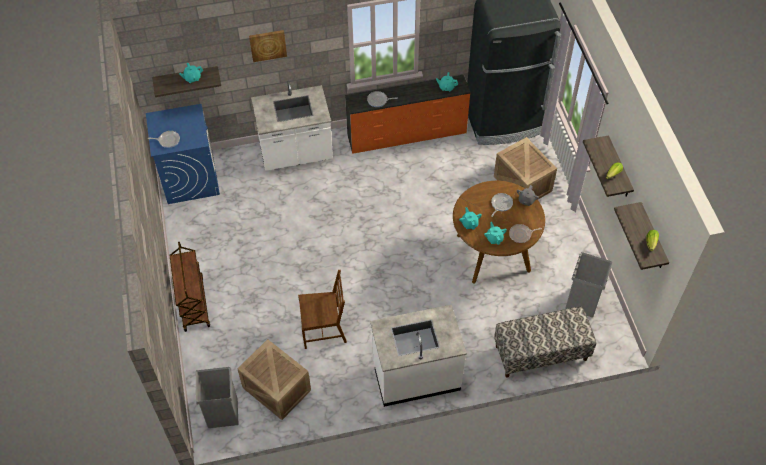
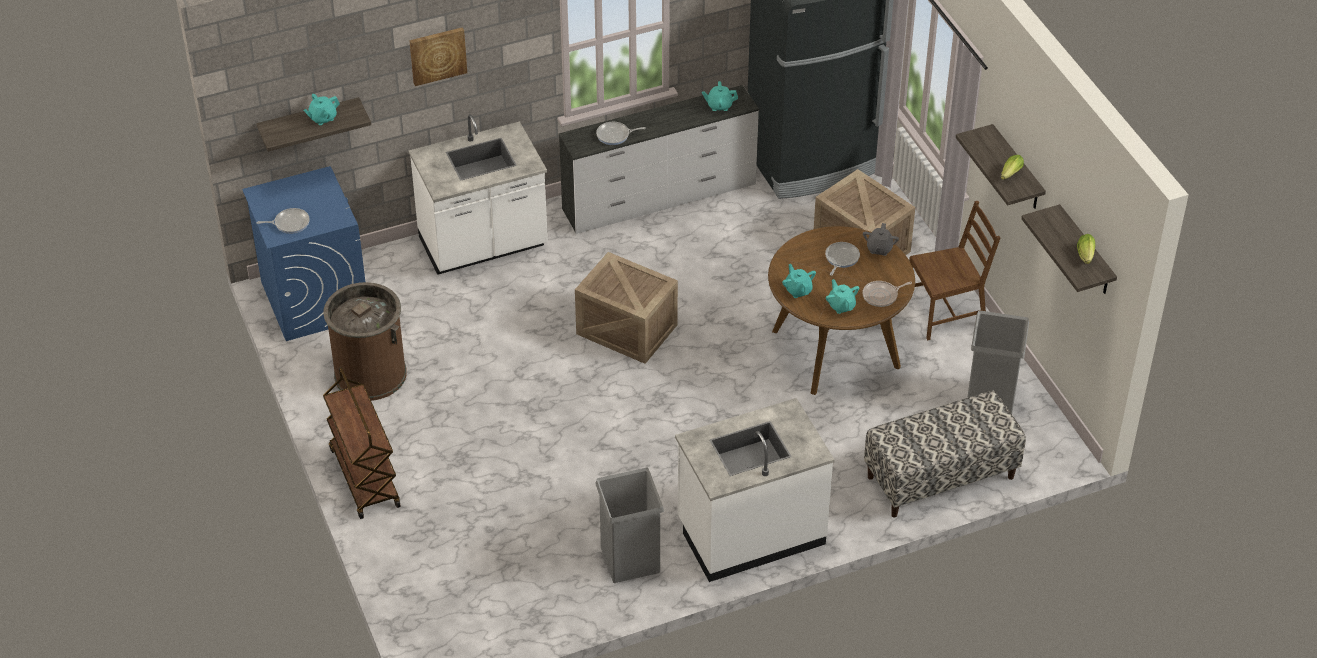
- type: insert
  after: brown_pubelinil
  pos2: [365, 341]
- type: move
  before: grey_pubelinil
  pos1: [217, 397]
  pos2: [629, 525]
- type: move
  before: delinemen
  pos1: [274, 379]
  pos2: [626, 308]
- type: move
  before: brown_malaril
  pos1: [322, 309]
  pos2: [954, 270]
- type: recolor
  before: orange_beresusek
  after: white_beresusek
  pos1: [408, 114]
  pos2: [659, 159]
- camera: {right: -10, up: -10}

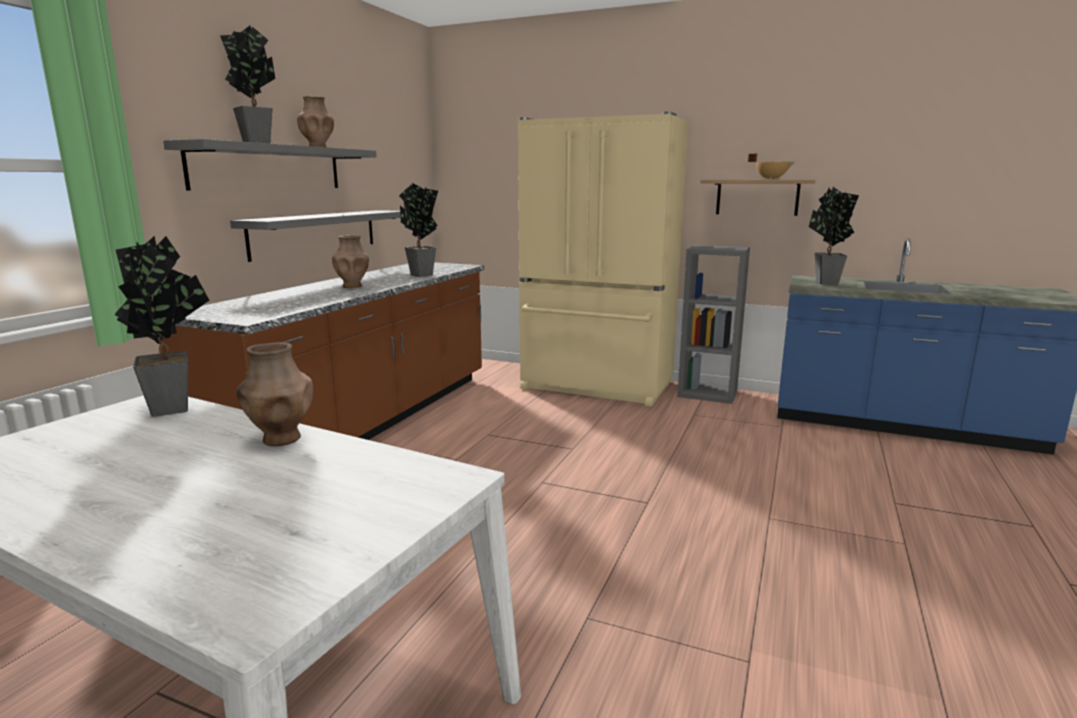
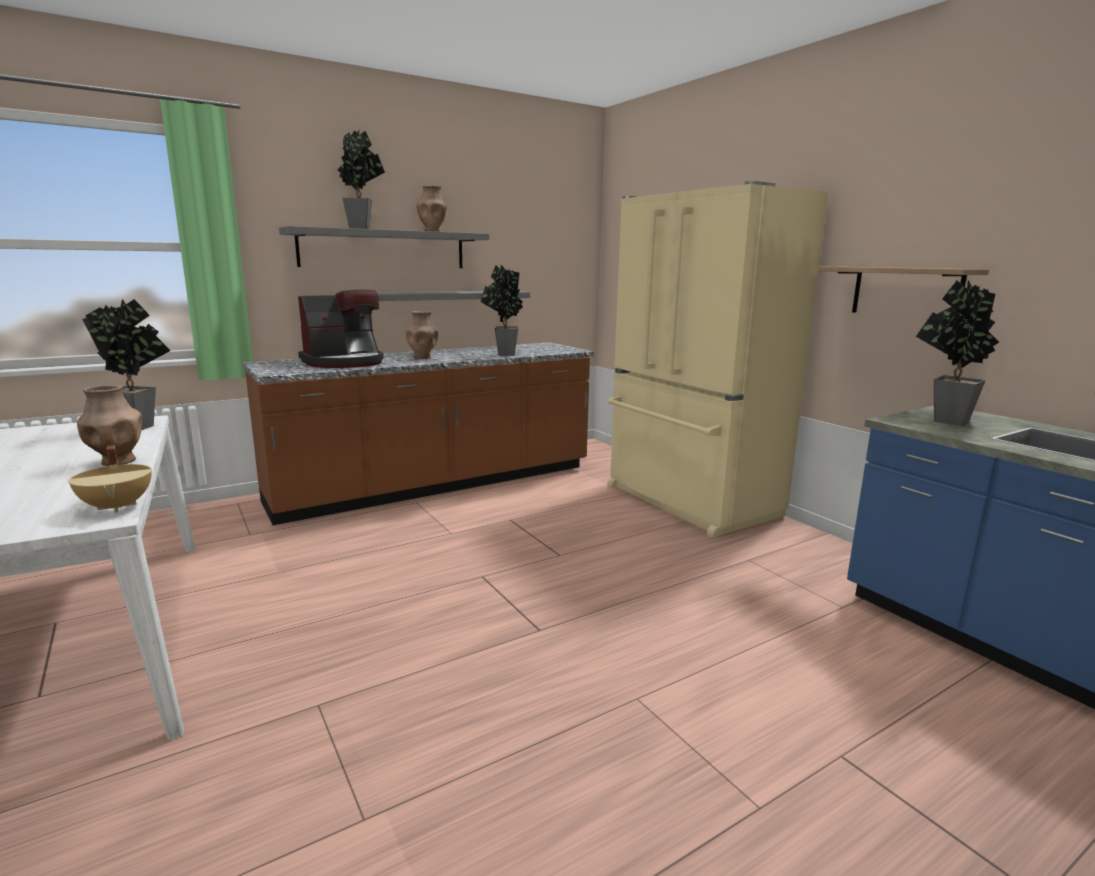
- type: delete
  before: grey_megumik
  pos1: [713, 324]
- type: insert
  after: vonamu
  pos2: [341, 329]
- type: move
  before: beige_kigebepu
  pos1: [771, 167]
  pos2: [110, 478]
- camera: {right: 35, up: 0}

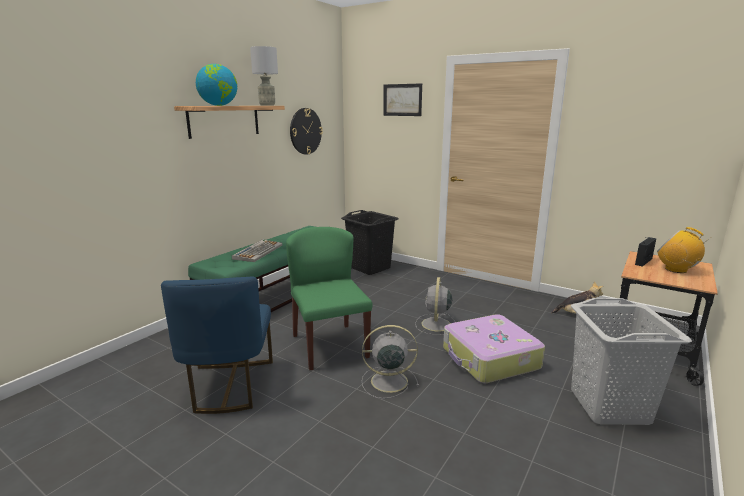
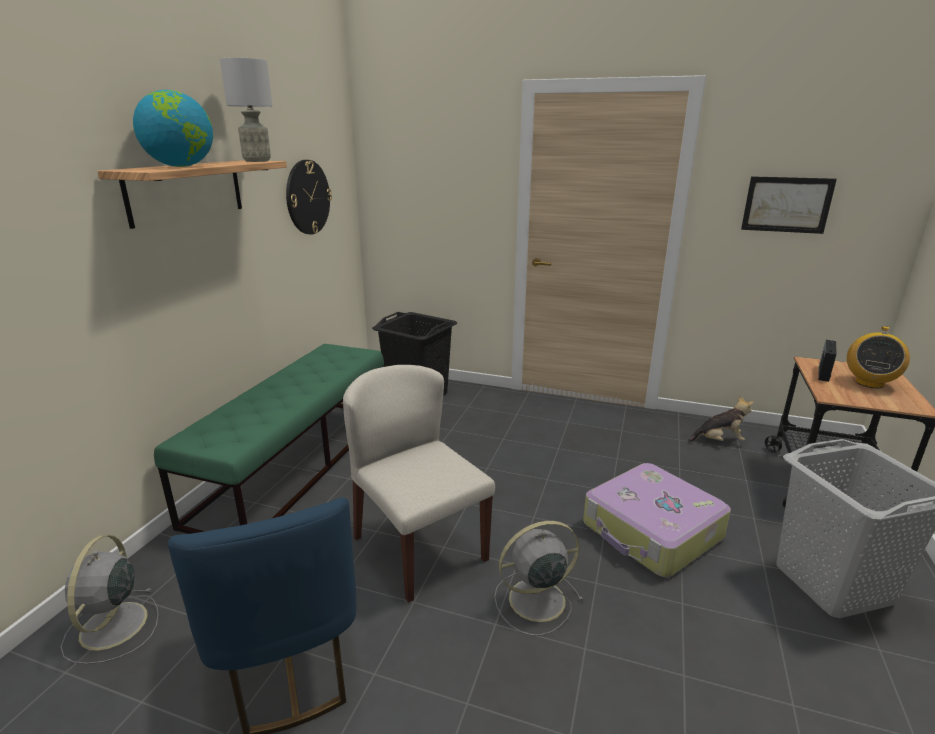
- type: delete
  before: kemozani
  pos1: [257, 250]
- type: move
  before: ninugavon
  pos1: [402, 99]
  pos2: [789, 205]
- type: move
  before: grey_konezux
  pos1: [435, 306]
  pos2: [110, 599]
- type: recolor
  before: green_malaril
  after: beige_malaril
  pos1: [329, 298]
  pos2: [419, 484]
- type: rotate
  before: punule
  pos1: [683, 250]
  pos2: [878, 357]
  turn: -90
- camera: {right: -15, up: 5}

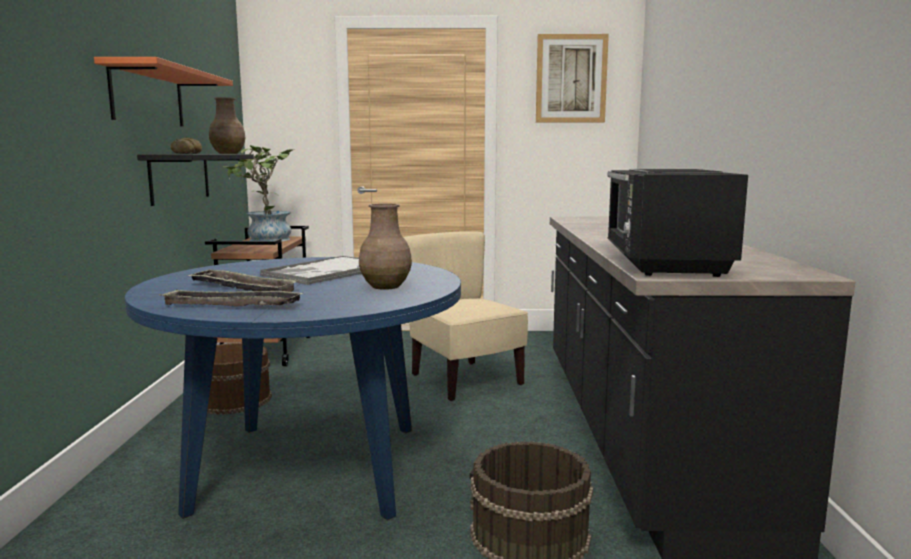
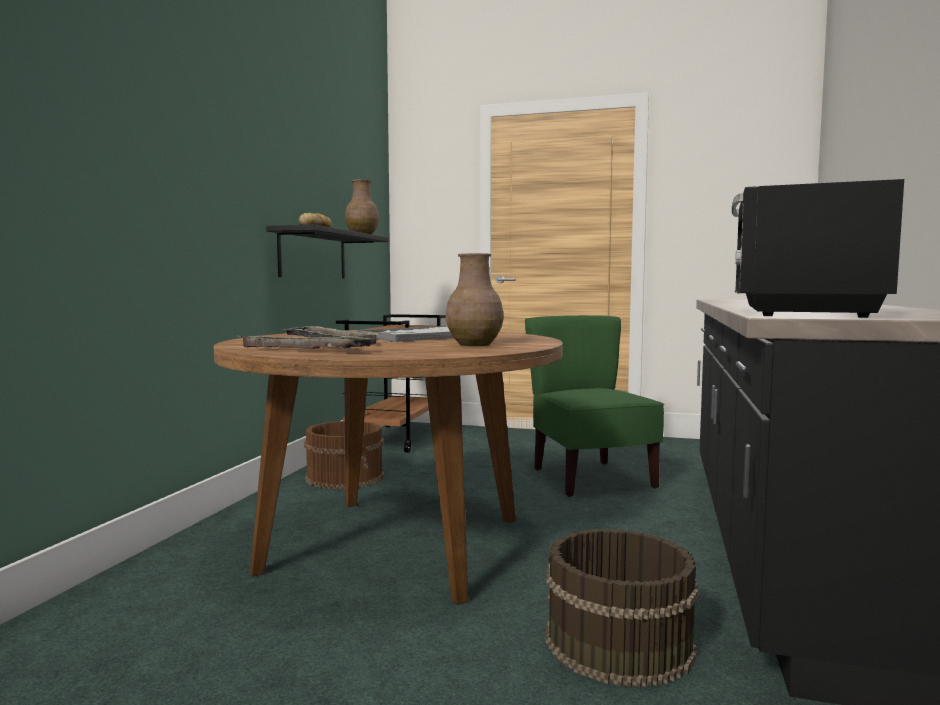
- type: delete
  before: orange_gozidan
  pos1: [163, 91]
- type: delete
  before: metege
  pos1: [259, 193]
- type: delete
  before: ninugavon
  pos1: [572, 78]
- type: recolor
  before: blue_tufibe
  after: brown_tufibe
  pos1: [293, 388]
  pos2: [388, 467]
- type: recolor
  before: beige_malaril
  after: green_malaril
  pos1: [465, 316]
  pos2: [594, 406]
- camera: {right: 15, up: -5}

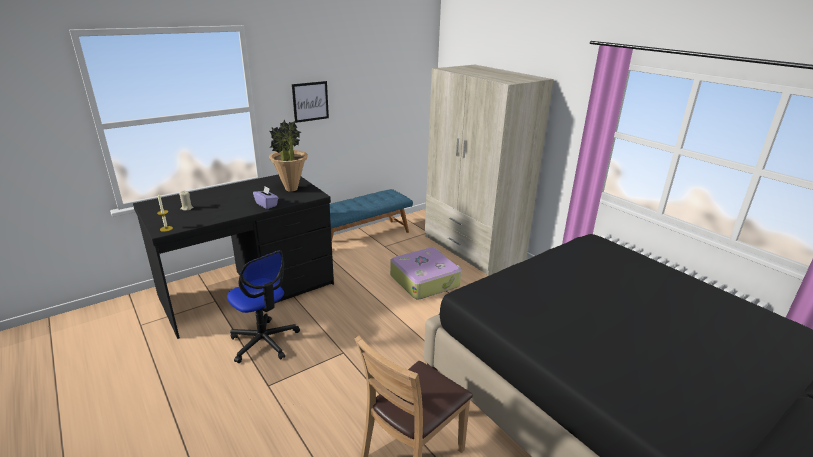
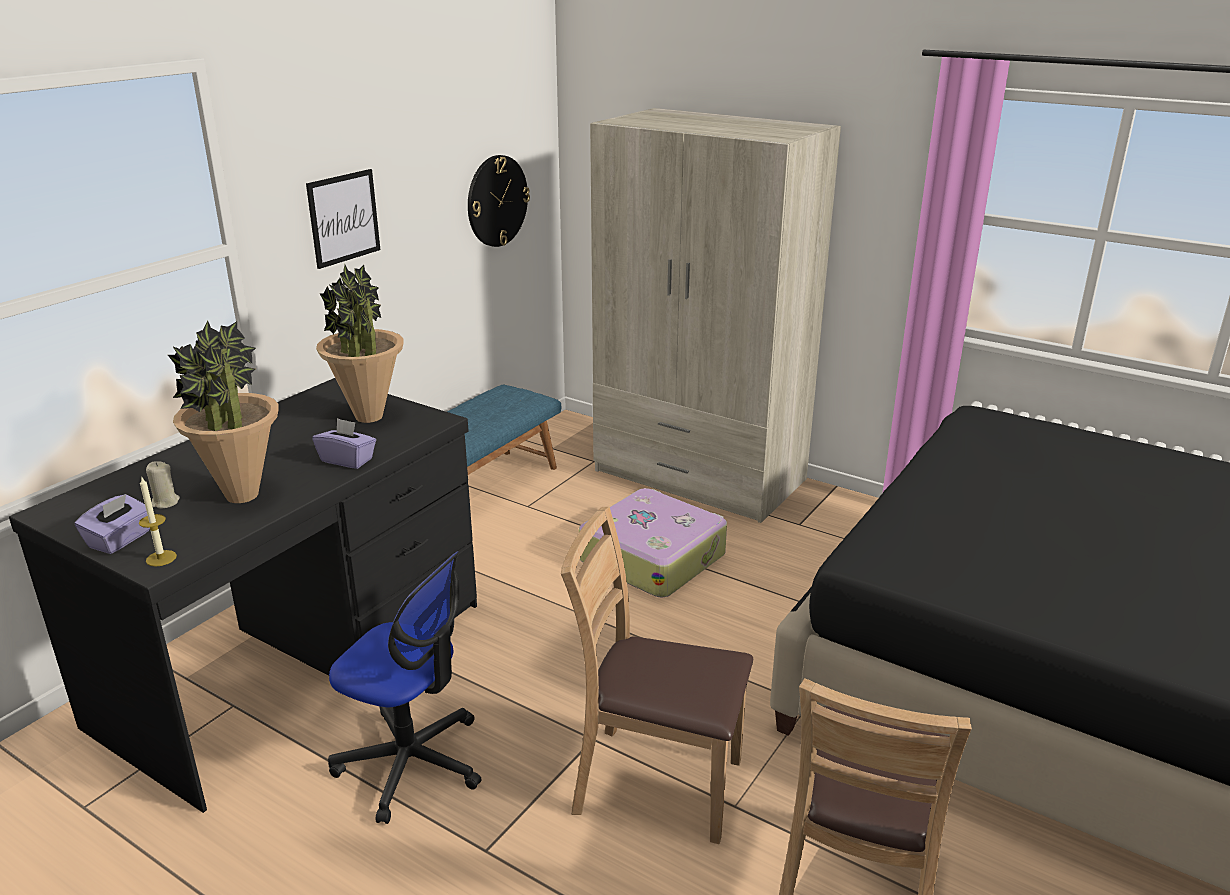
- type: insert
  after: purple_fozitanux
  pos2: [112, 524]
- type: insert
  after: metege
  pos2: [223, 411]
- type: insert
  after: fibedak
  pos2: [499, 201]
- type: insert
  after: brown_malaril
  pos2: [657, 675]
- camera: {right: -20, up: 0}

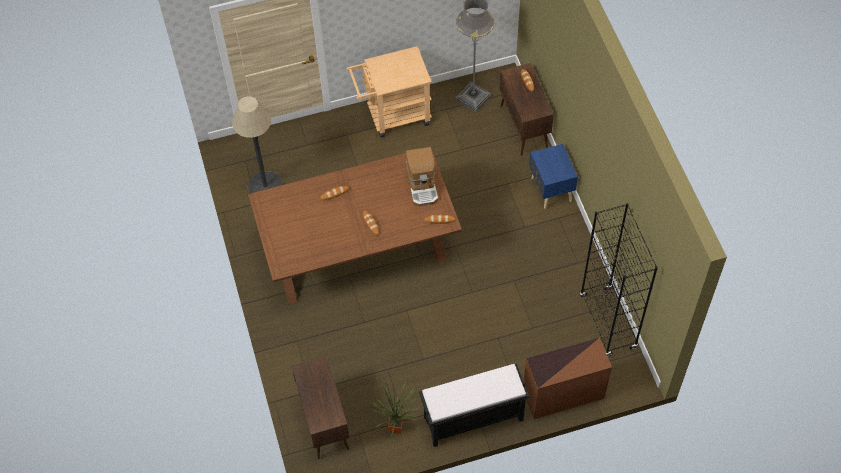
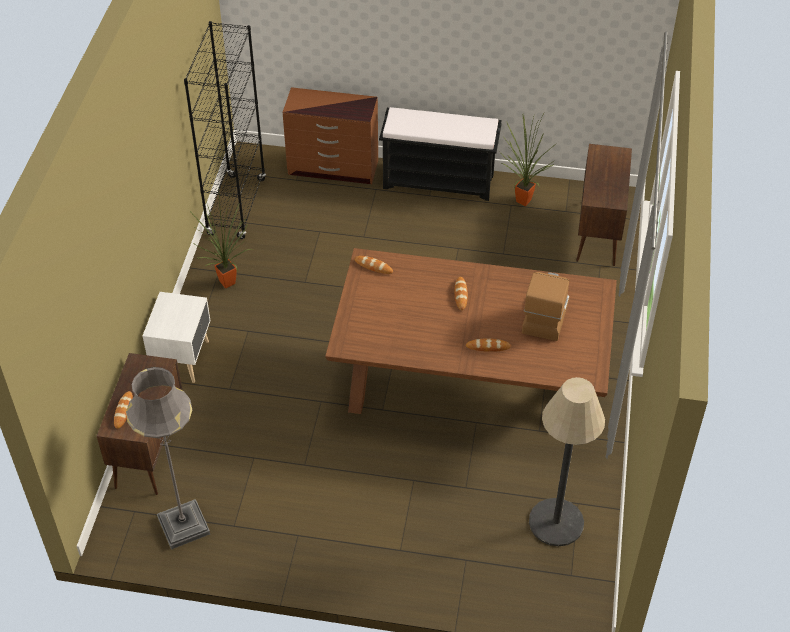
- type: delete
  before: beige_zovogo
  pos1: [389, 91]
- type: insert
  after: metege
  pos2: [220, 241]
- type: move
  before: vonamu
  pos1: [422, 177]
  pos2: [546, 306]
- type: recolor
  before: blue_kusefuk
  after: white_kusefuk
  pos1: [553, 176]
  pos2: [176, 337]
- camera: {right: -155, up: -10}

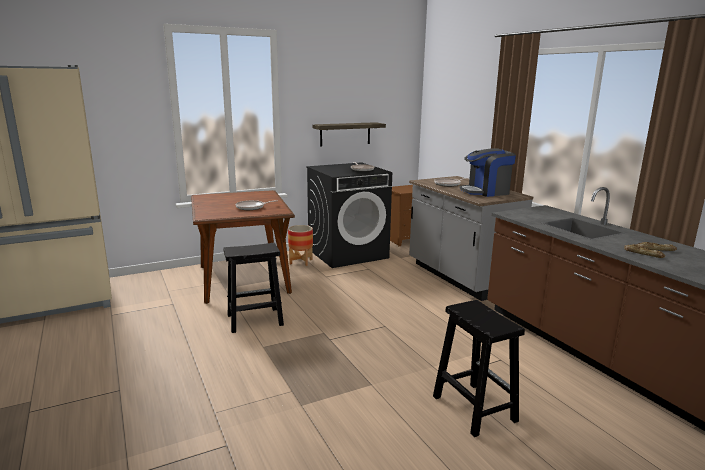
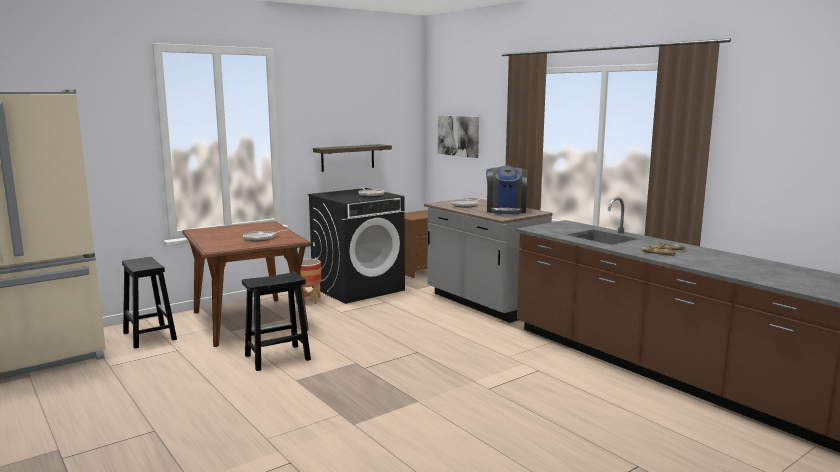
- type: insert
  after: ninugavon
  pos2: [458, 136]
- type: move
  before: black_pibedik
  pos1: [479, 368]
  pos2: [149, 303]
- type: rotate
  before: vonamu
  pos1: [487, 172]
  pos2: [507, 190]
  turn: -60
- camera: {right: -10, up: -5}

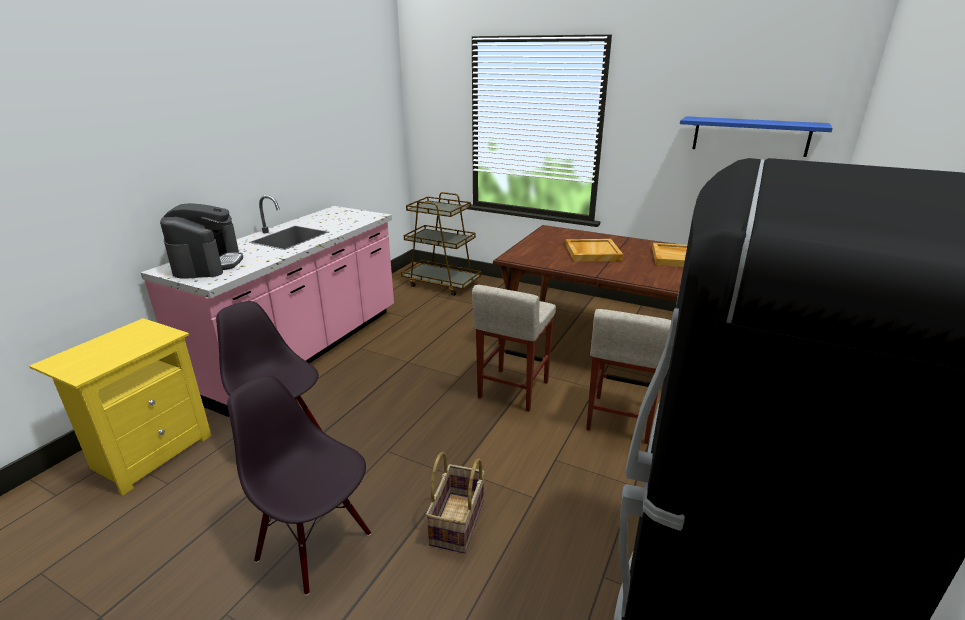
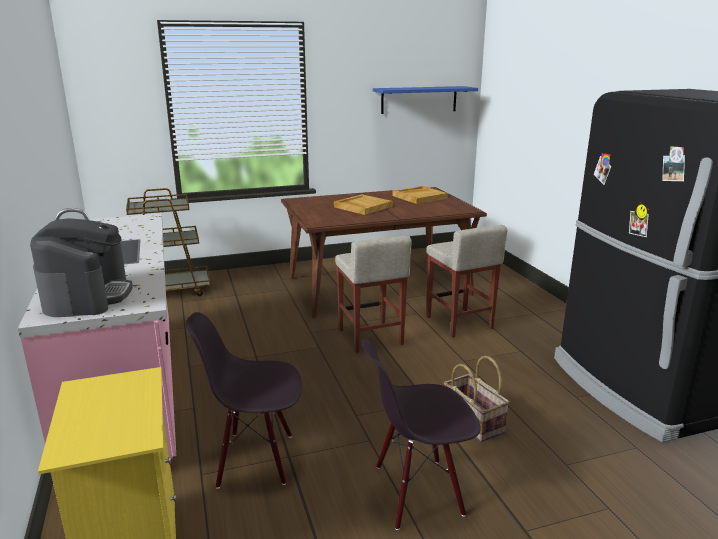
- type: rotate
  before: vonamu
  pos1: [201, 241]
  pos2: [81, 267]
  turn: 45
- camera: {right: -45, up: -5}

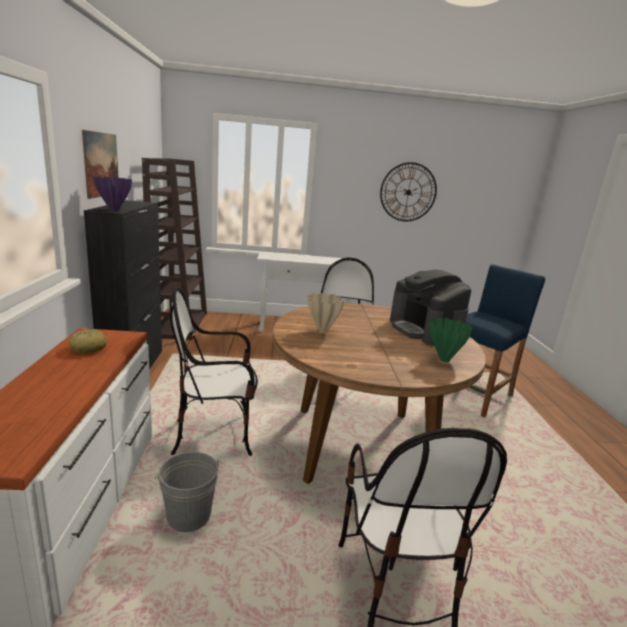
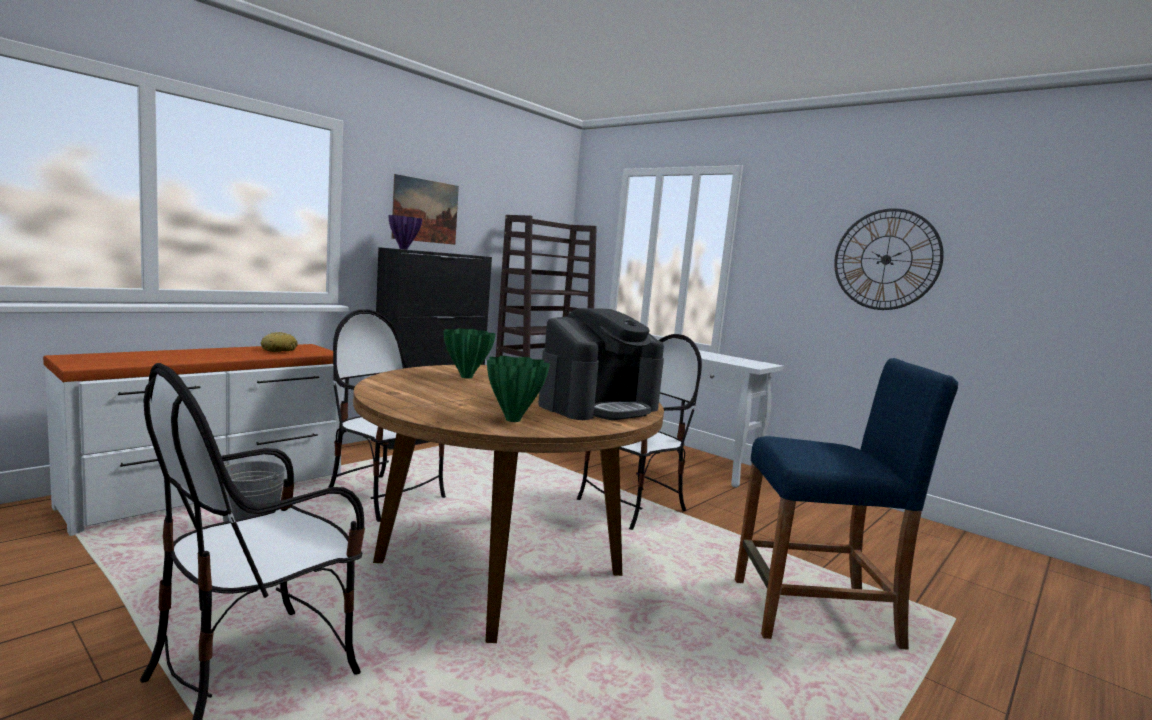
- type: recolor
  before: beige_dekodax
  after: green_dekodax
  pos1: [325, 313]
  pos2: [470, 353]
- type: rotate
  before: vonamu
  pos1: [430, 307]
  pos2: [601, 364]
  turn: -150
- camera: {right: 45, up: -10}

